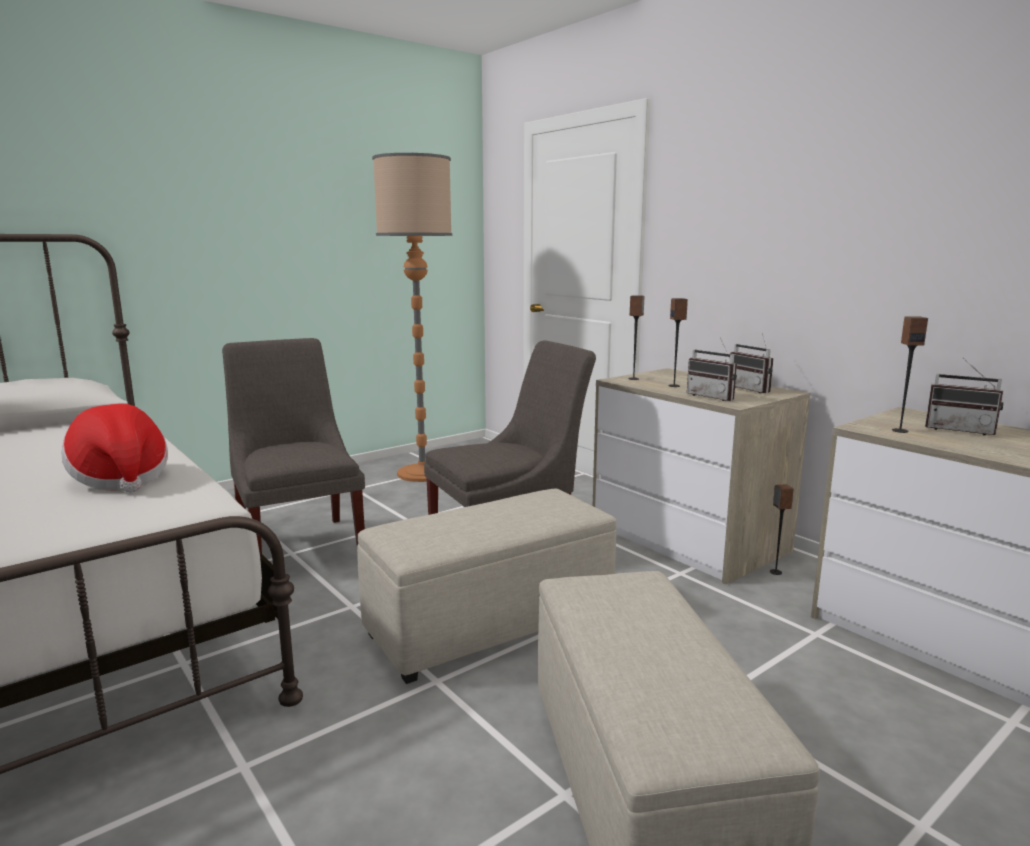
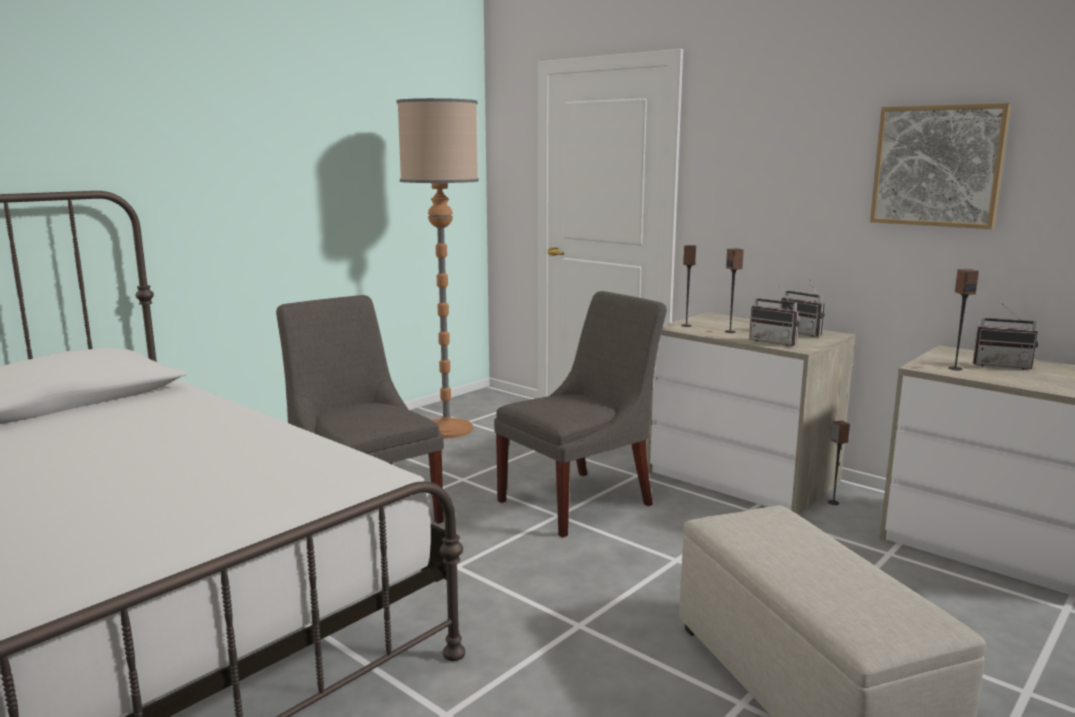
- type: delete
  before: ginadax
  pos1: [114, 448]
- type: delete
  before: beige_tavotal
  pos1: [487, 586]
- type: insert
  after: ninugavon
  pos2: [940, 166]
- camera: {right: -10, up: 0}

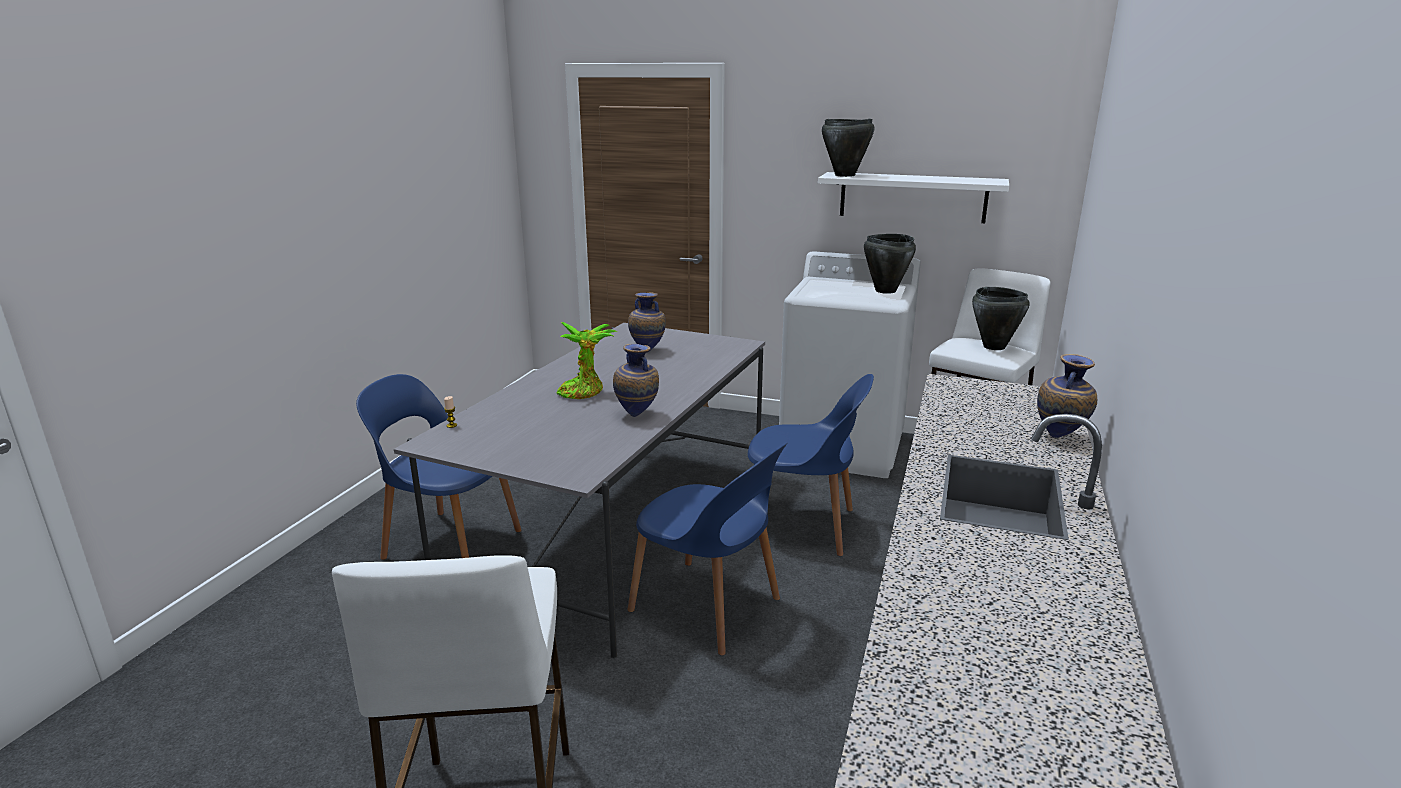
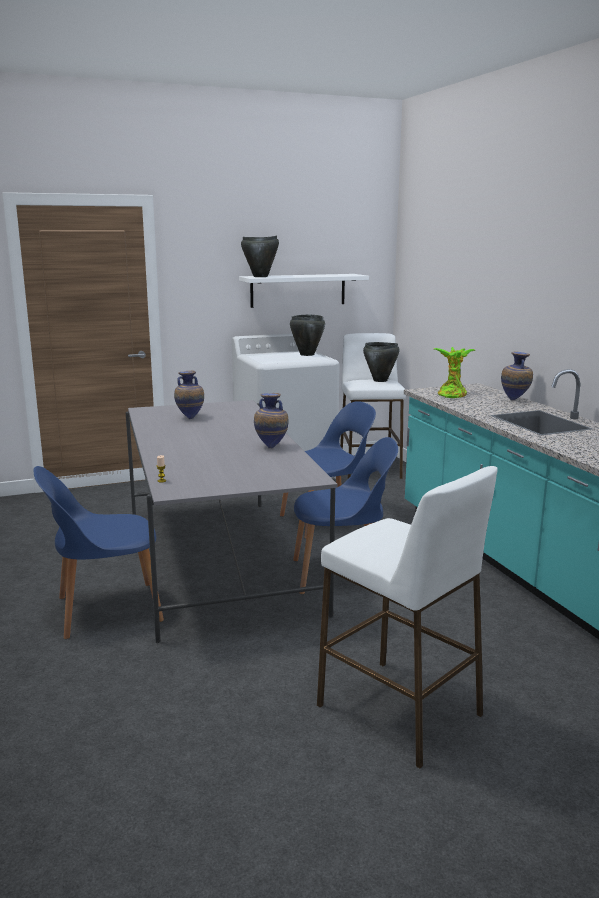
- type: move
  before: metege
  pos1: [586, 360]
  pos2: [455, 372]
- camera: {right: -40, up: -5}

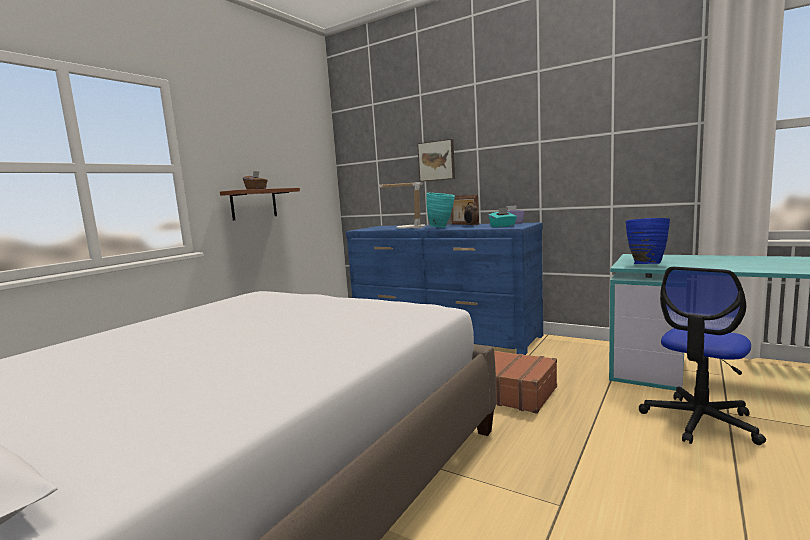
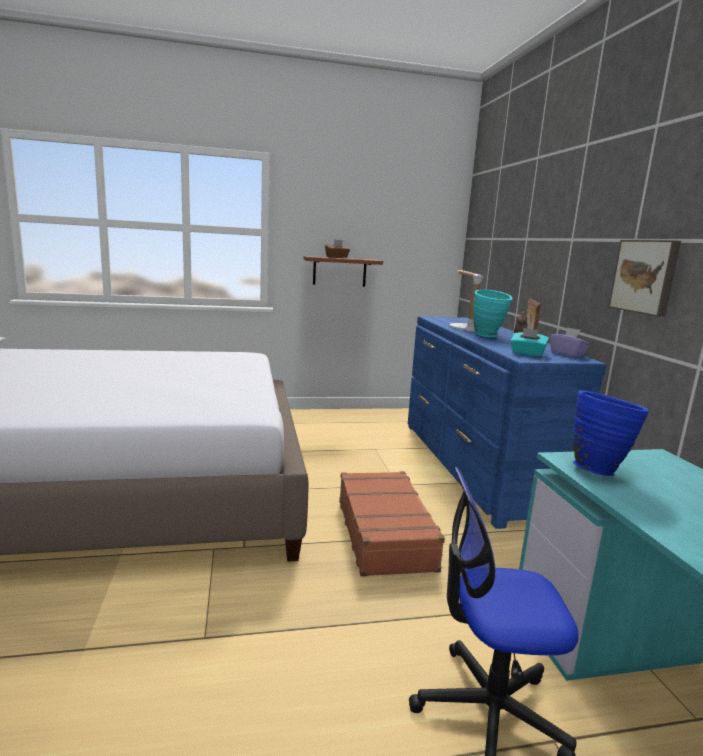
- type: move
  before: ninugavon
  pos1: [436, 160]
  pos2: [644, 278]
- camera: {right: 45, up: 5}

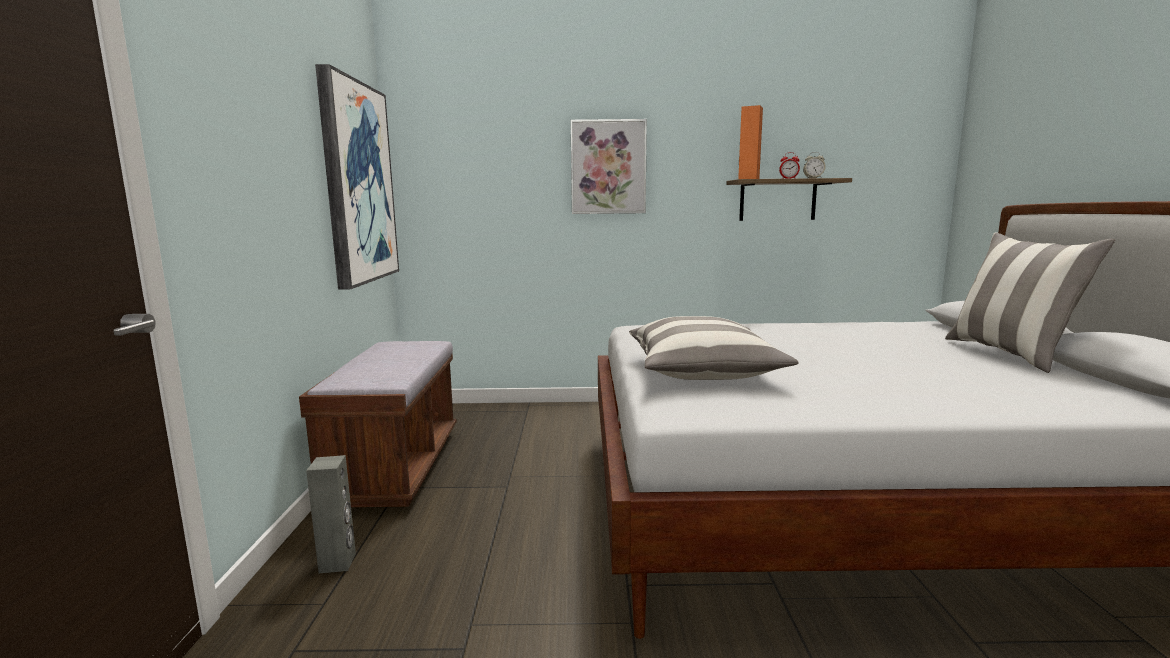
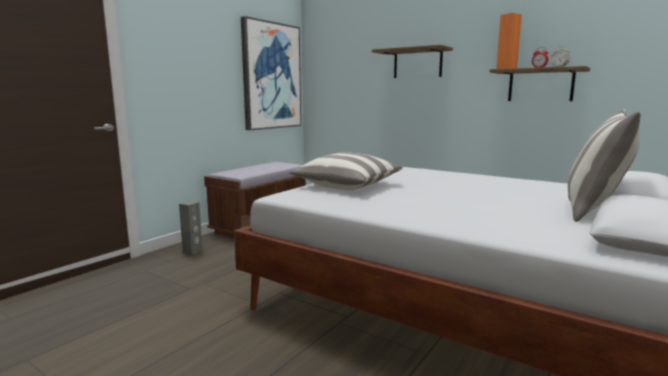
- type: replace
  before: ninugavon
  after: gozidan
  pos1: [608, 166]
  pos2: [412, 61]
- camera: {right: 35, up: 0}

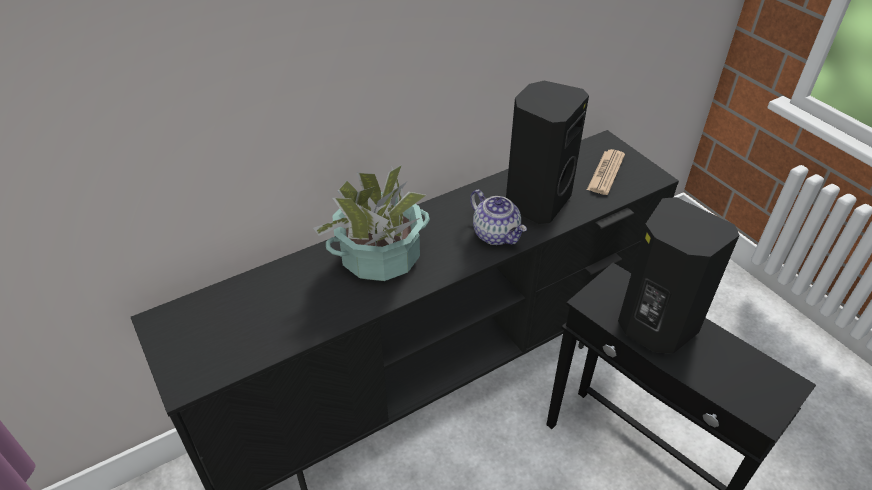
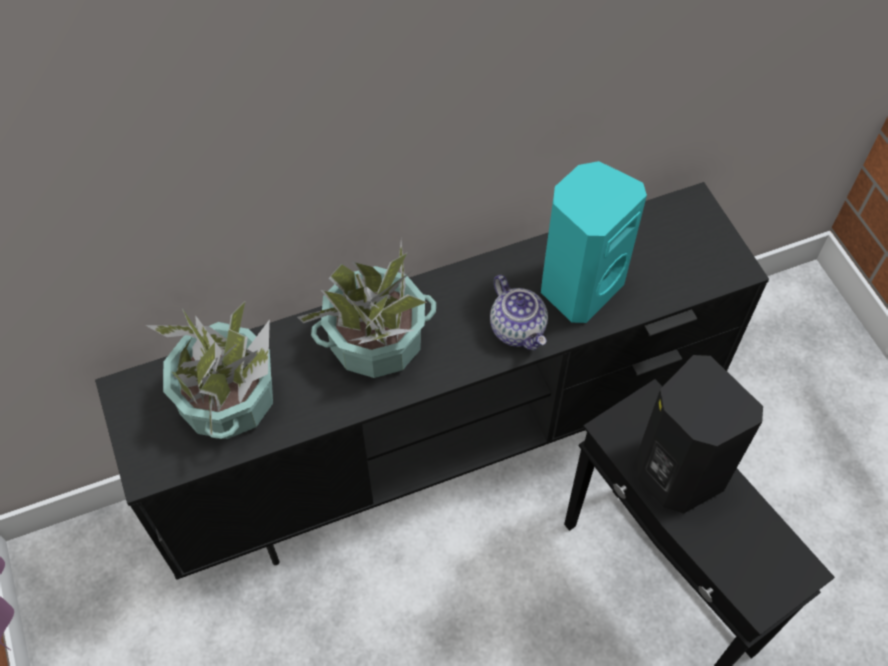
- type: delete
  before: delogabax
  pos1: [606, 172]
- type: insert
  after: metege
  pos2: [209, 369]
- type: recolor
  before: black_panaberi
  after: turquoise_panaberi
  pos1: [547, 152]
  pos2: [594, 242]
- camera: {right: 10, up: 15}

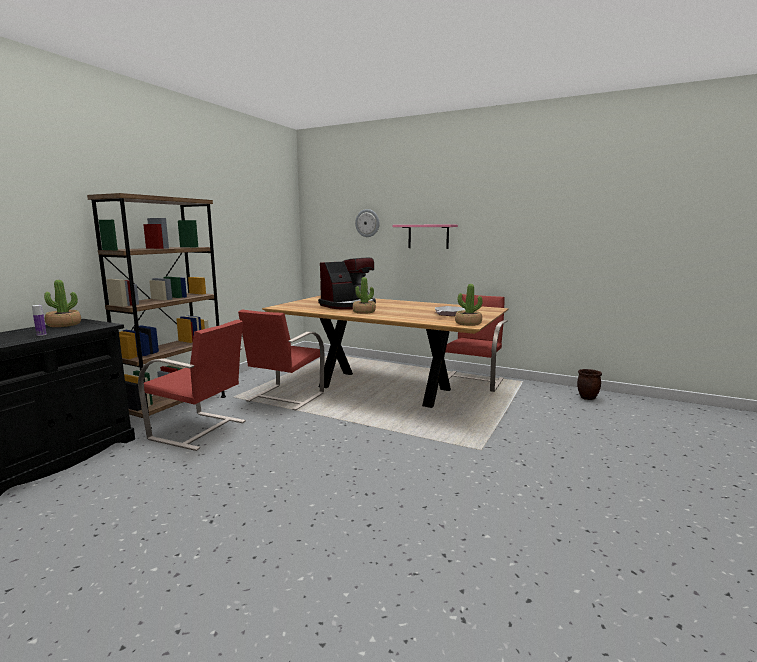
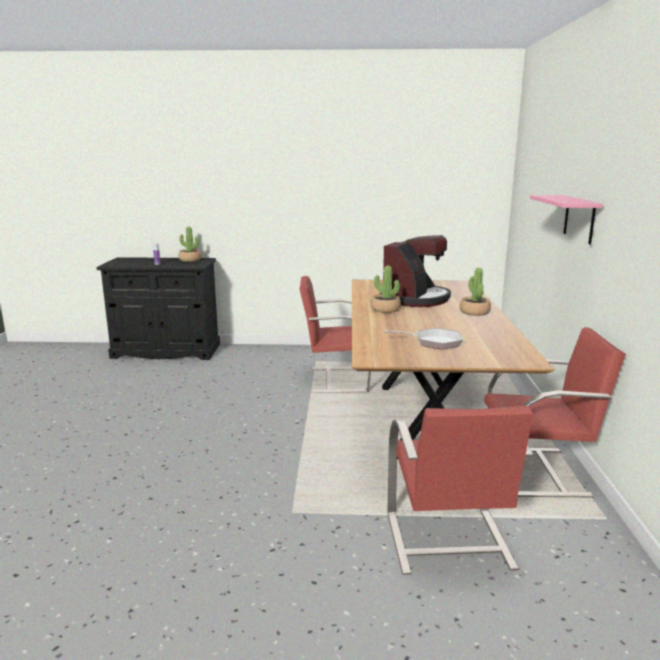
- type: delete
  before: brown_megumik
  pos1: [156, 311]
- type: delete
  before: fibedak
  pos1: [367, 223]
- type: delete
  before: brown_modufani
  pos1: [589, 384]
- type: move
  before: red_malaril
  pos1: [192, 385]
  pos2: [460, 490]
- type: move
  before: metege
  pos1: [469, 305]
  pos2: [475, 292]
- type: rotate
  before: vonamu
  pos1: [347, 284]
  pos2: [415, 271]
  turn: -90
- camera: {right: 65, up: 5}

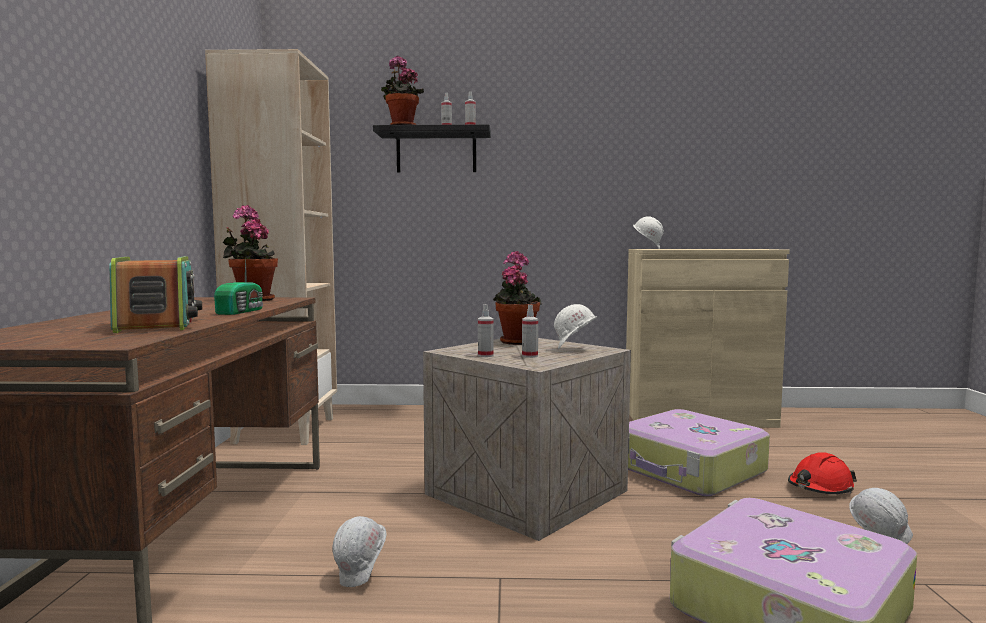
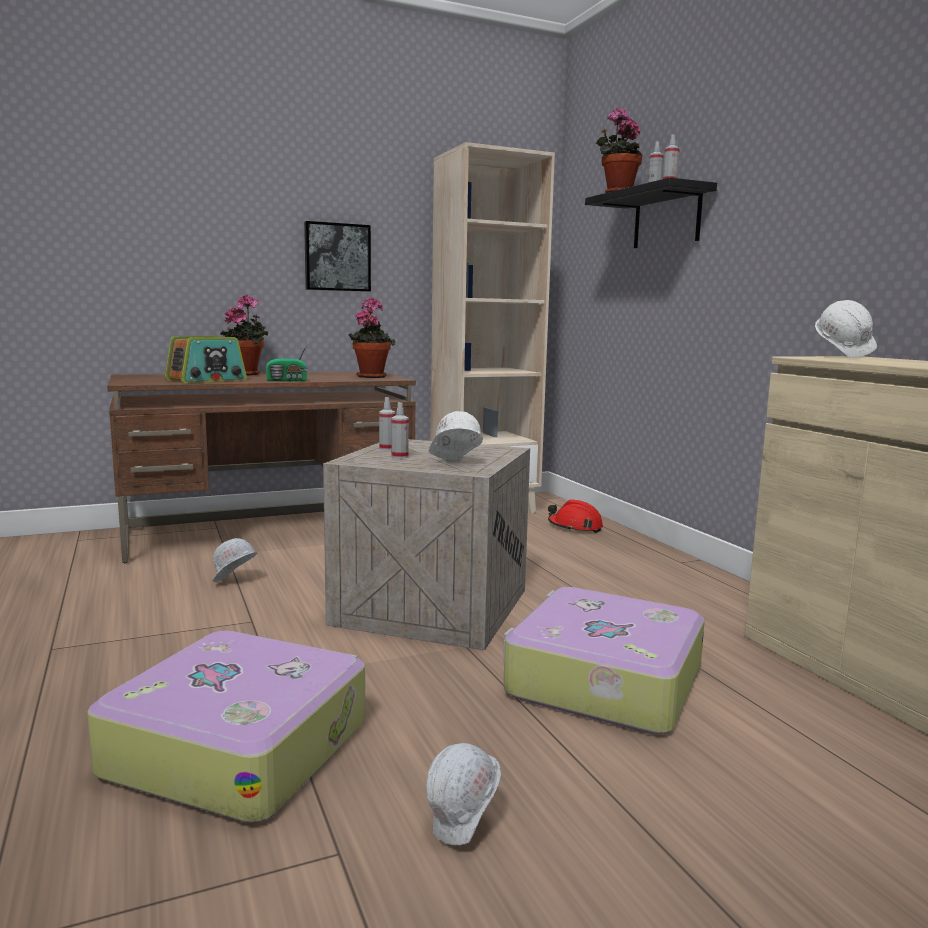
- type: insert
  after: ninugavon
  pos2: [337, 256]
- type: move
  before: metege
  pos1: [517, 298]
  pos2: [244, 335]
- type: move
  before: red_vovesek
  pos1: [822, 473]
  pos2: [575, 516]
- camera: {right: 65, up: 5}

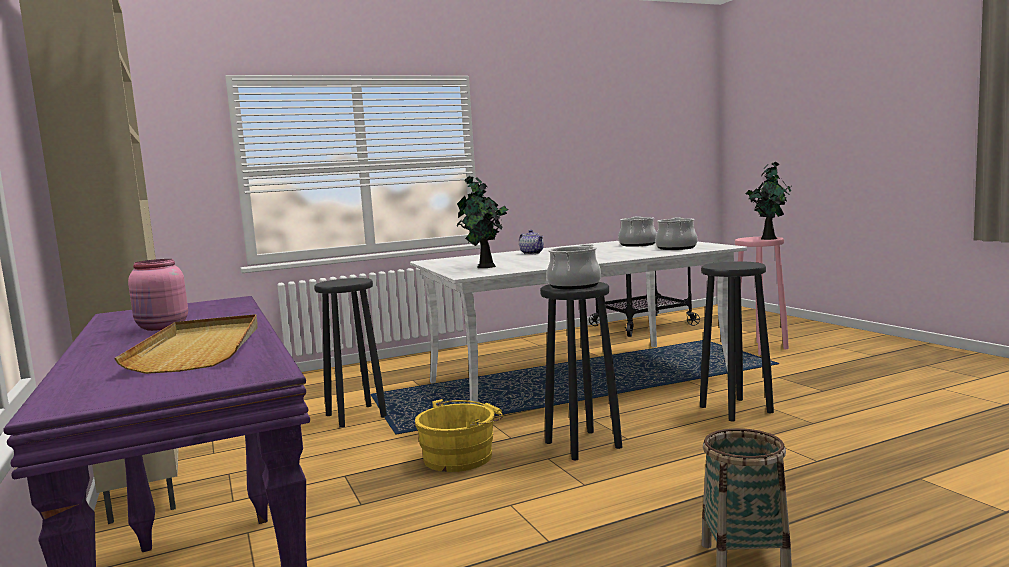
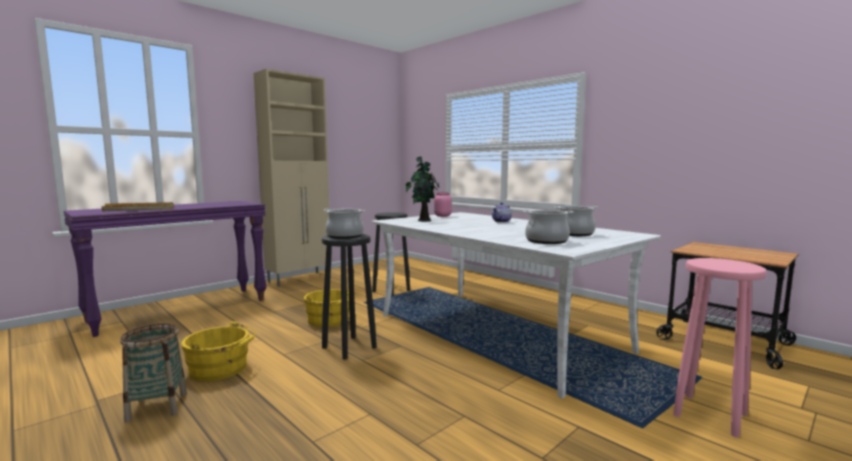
- type: delete
  before: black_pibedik
  pos1: [737, 341]
- type: delete
  before: metege
  pos1: [768, 201]
- type: insert
  after: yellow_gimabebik
  pos2: [218, 351]
- type: move
  before: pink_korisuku
  pos1: [158, 295]
  pos2: [443, 204]
- camera: {right: 70, up: 0}

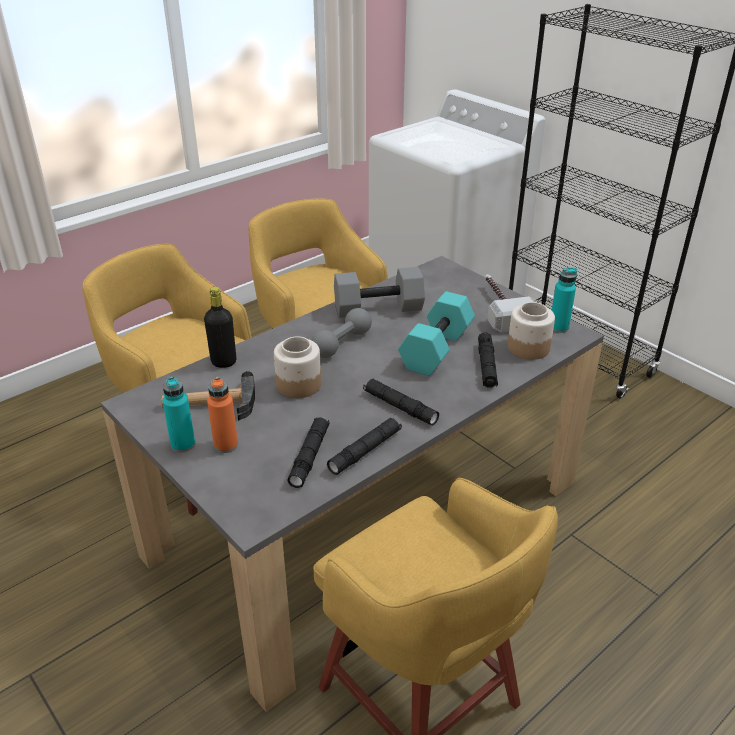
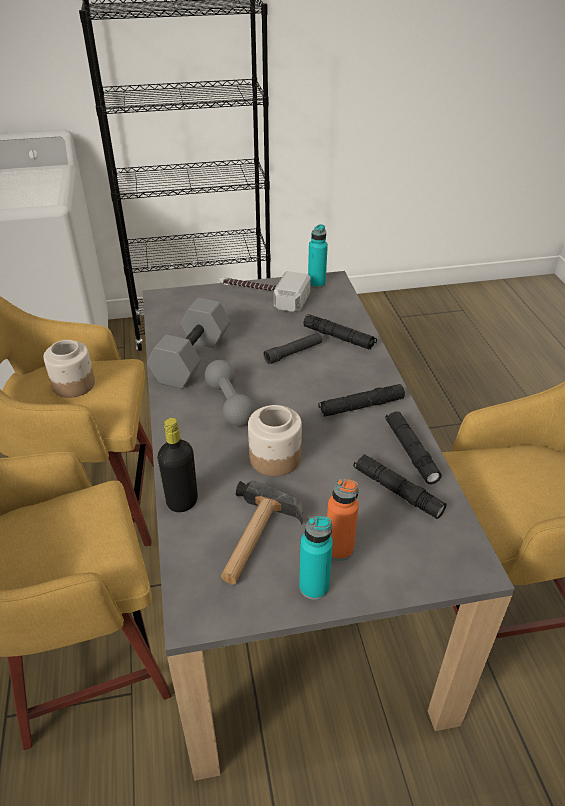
- type: move
  before: korisuku
  pos1: [531, 331]
  pos2: [69, 369]
- type: replace
  before: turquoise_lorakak
  after: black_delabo
  pos1: [436, 333]
  pos2: [293, 348]
- camera: {right: -60, up: 5}

